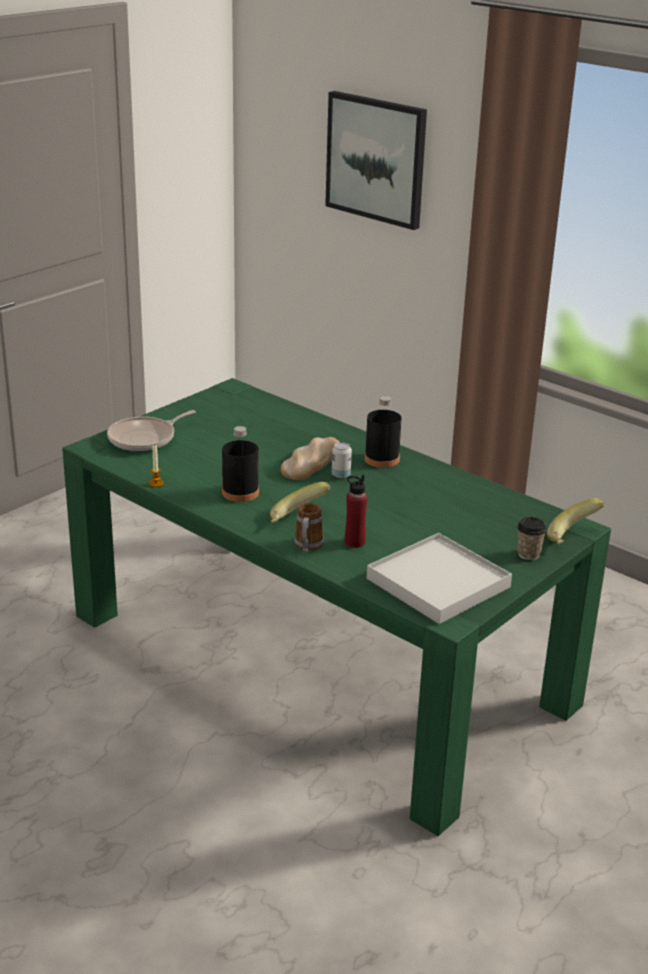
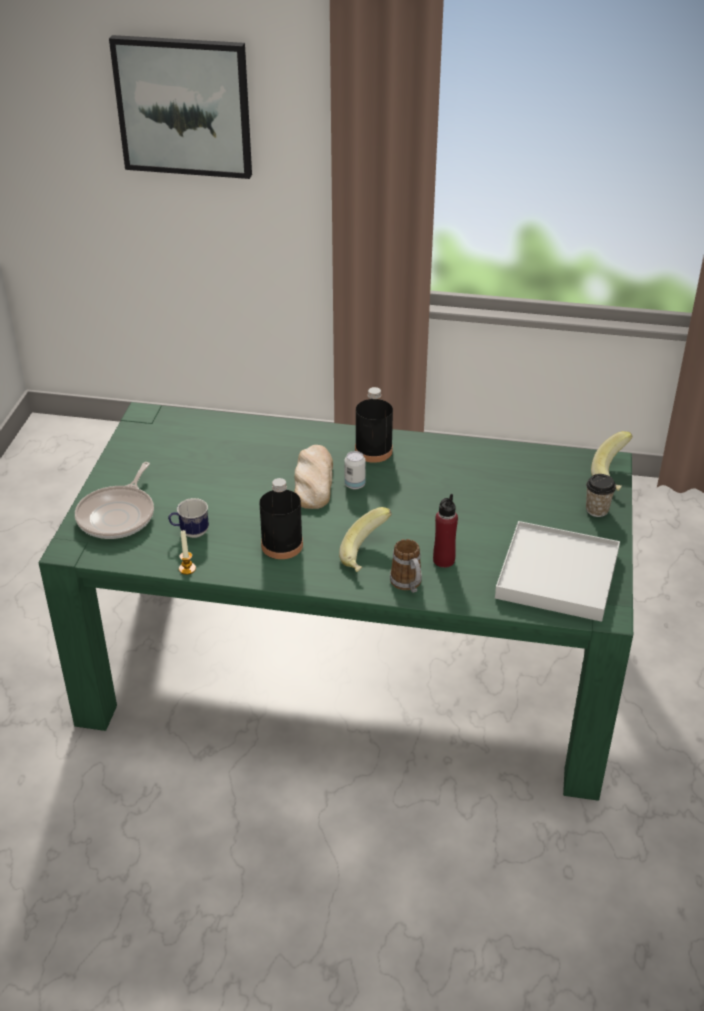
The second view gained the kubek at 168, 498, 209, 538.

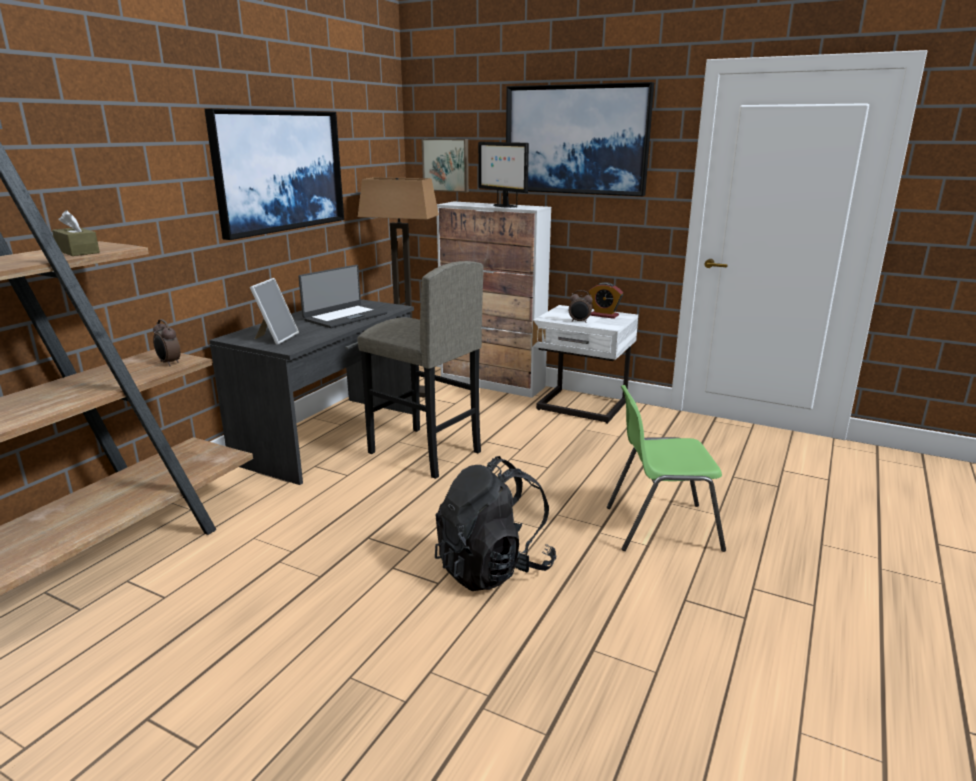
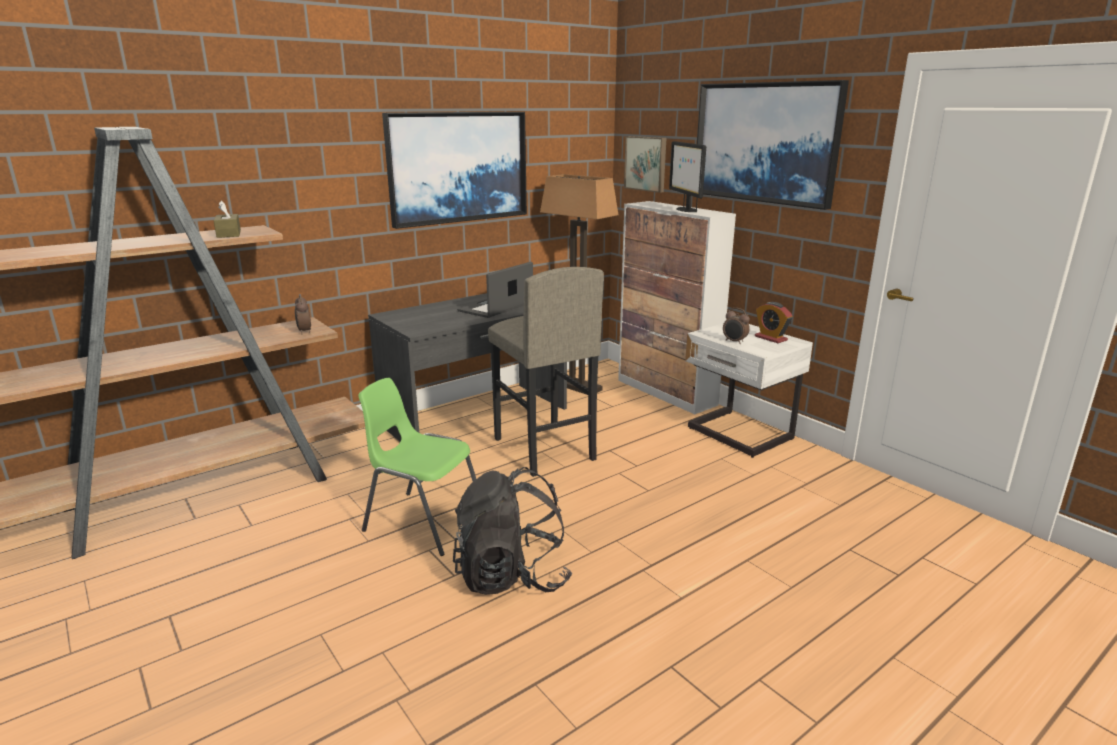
The laptop at 298, 265, 387, 328 ended up facing another way, 150 degrees clockwise from before. The second view lost the ramka na zdjęcie at 250, 278, 299, 345. The krzesło (zielony) ended up elsewhere, having gone from 607, 385, 726, 552 to 358, 377, 476, 556.

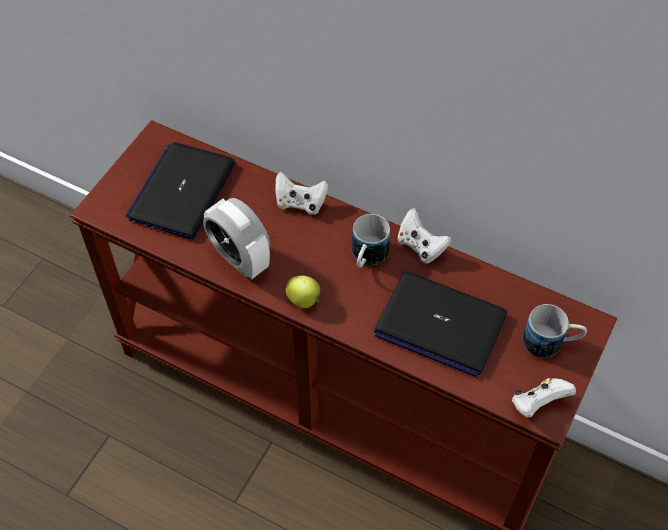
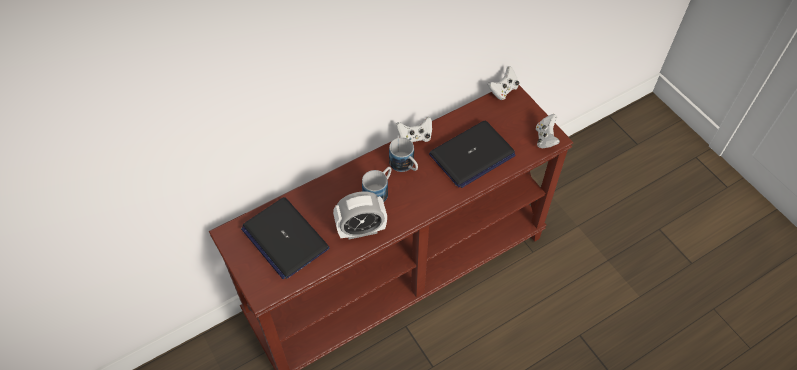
The pad do gier (biały) ended up elsewhere, having gone from 275, 172, 328, 215 to 488, 66, 519, 100. The second view lost the jabłko at 285, 275, 320, 308. The kubek ended up elsewhere, having gone from 523, 304, 587, 358 to 362, 167, 391, 202.

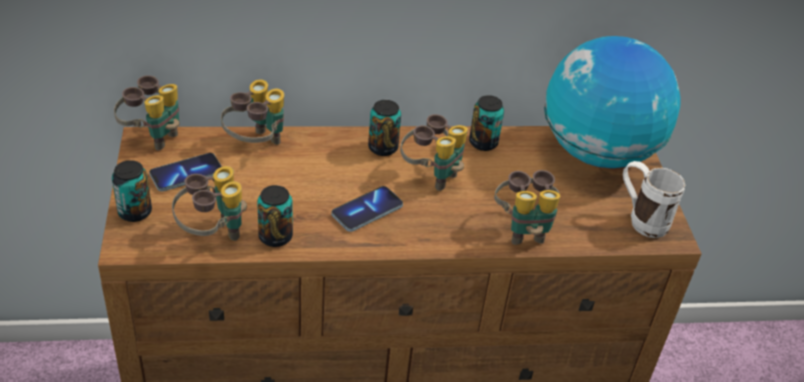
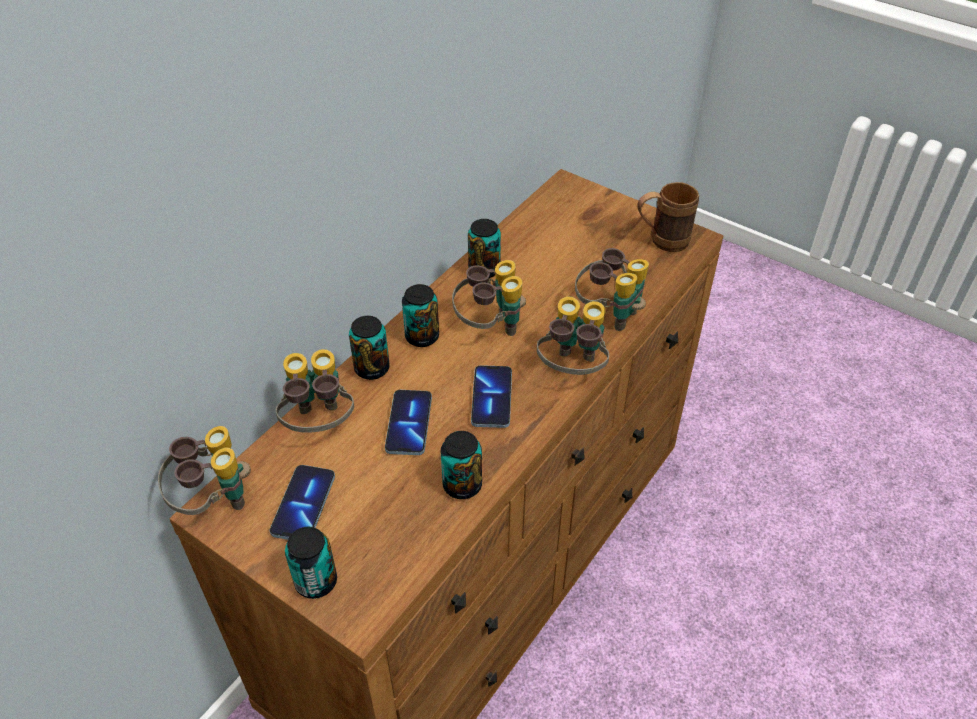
The second view lost the globus at 544, 36, 681, 168. What was the kubek (biały) at 623, 161, 685, 238 turned into the kubek (brązowy) at 637, 182, 699, 252. The lornetka ended up elsewhere, having gone from 172, 166, 247, 241 to 537, 296, 609, 375. The second view gained the puszka at 349, 316, 390, 380. The second view gained the telefon at 385, 390, 432, 455.

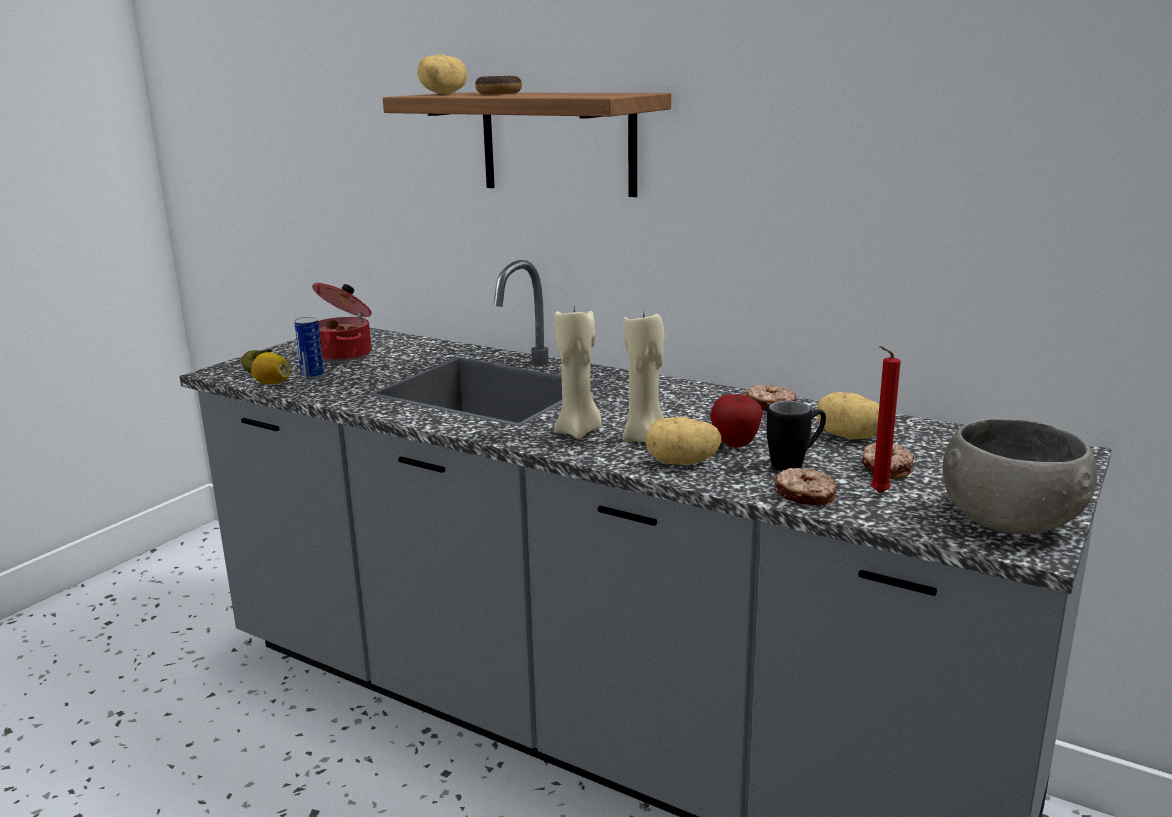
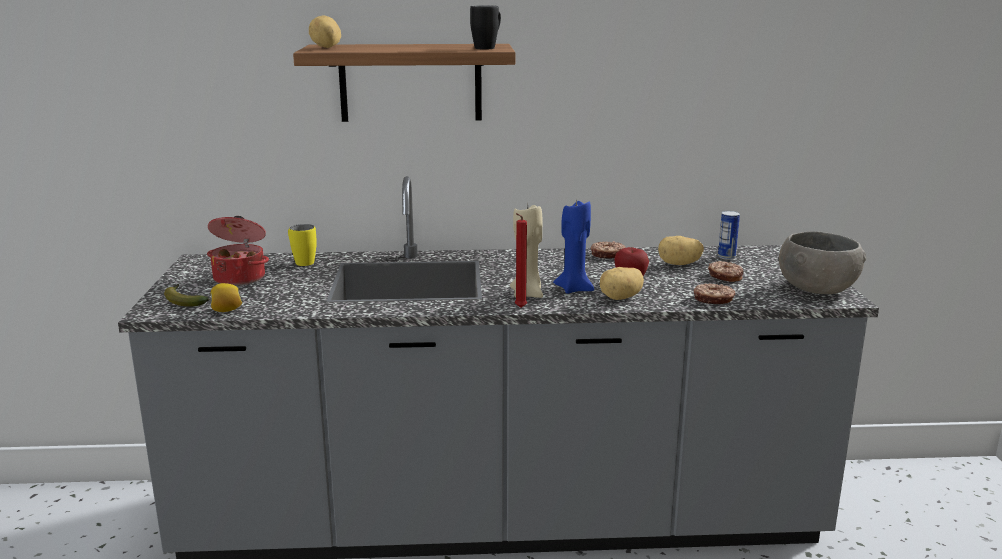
The second view lost the donut at 475, 76, 522, 94. What was the świeca (beżowy) at 622, 310, 664, 443 turned into the świeca (niebieski) at 553, 198, 594, 294. The puszka ended up elsewhere, having gone from 294, 317, 324, 380 to 718, 211, 740, 260. The świeca (czerwony) ended up elsewhere, having gone from 871, 346, 901, 493 to 515, 213, 527, 308. The kubek (czarny) ended up elsewhere, having gone from 766, 401, 826, 471 to 470, 5, 501, 49. The second view gained the kubek (żółty) at 288, 224, 317, 266.

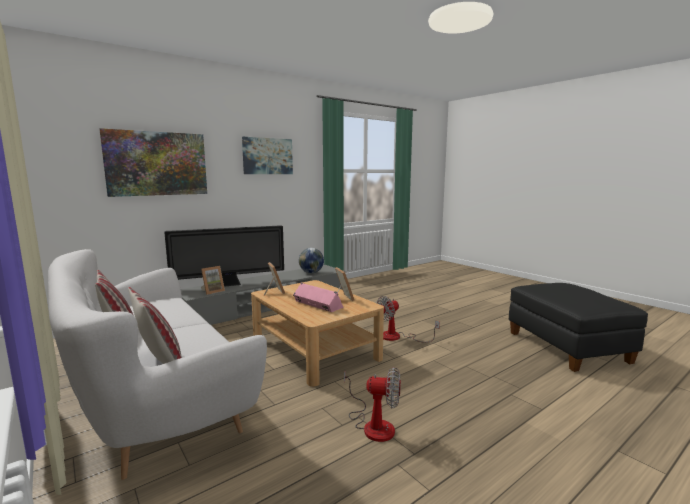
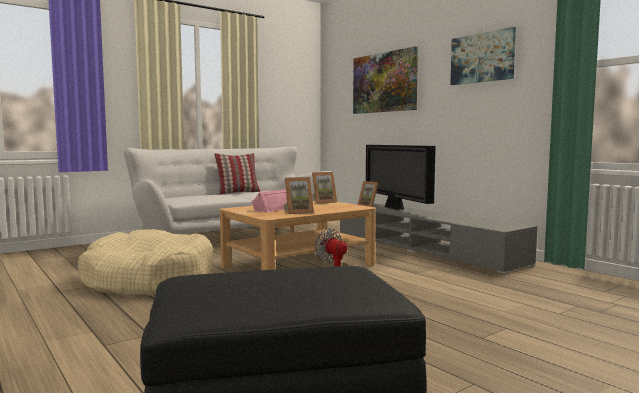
The second view lost the globus at 299, 248, 324, 273. The second view lost the poduszka at 128, 287, 182, 364. Where the wentylator stood at 344, 367, 401, 442, the legowisko (beżowy) came to stand at 78, 229, 213, 296.

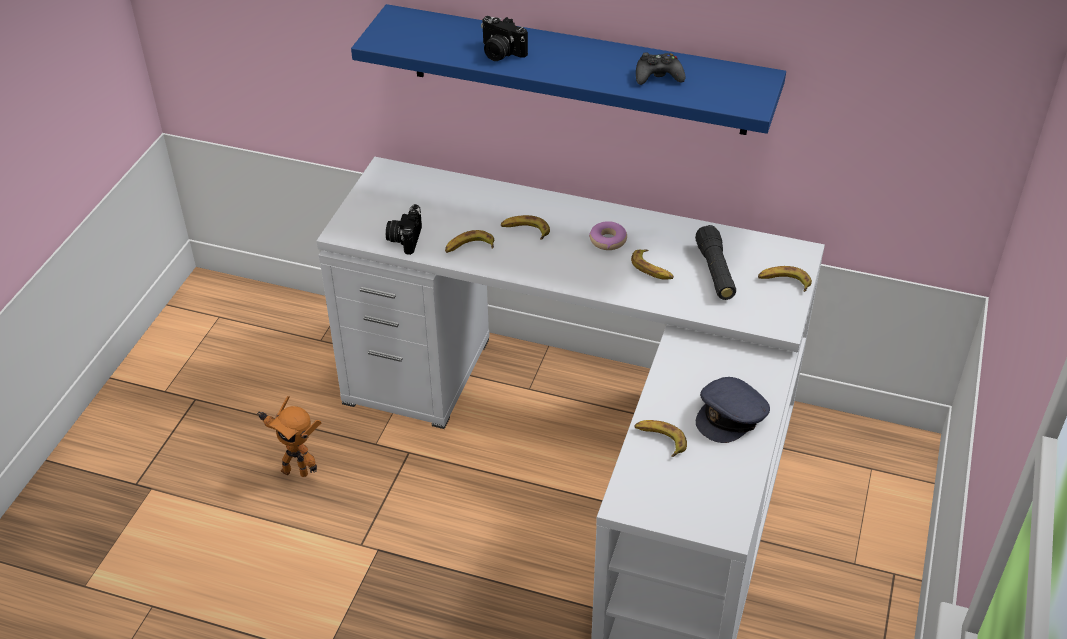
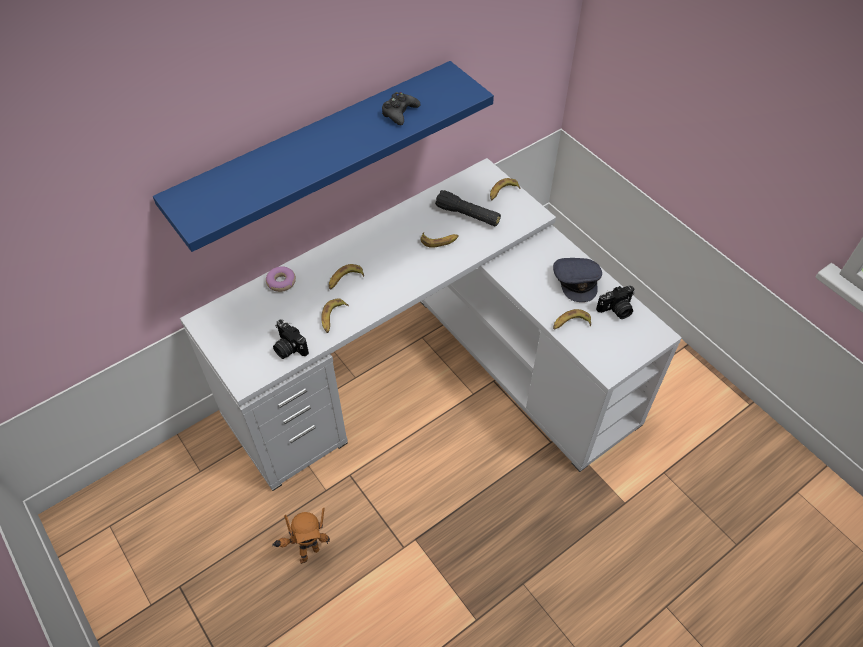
The aparat fotograficzny ended up elsewhere, having gone from 481, 16, 528, 61 to 596, 286, 635, 319. The donut ended up elsewhere, having gone from 589, 221, 627, 250 to 266, 267, 296, 292.

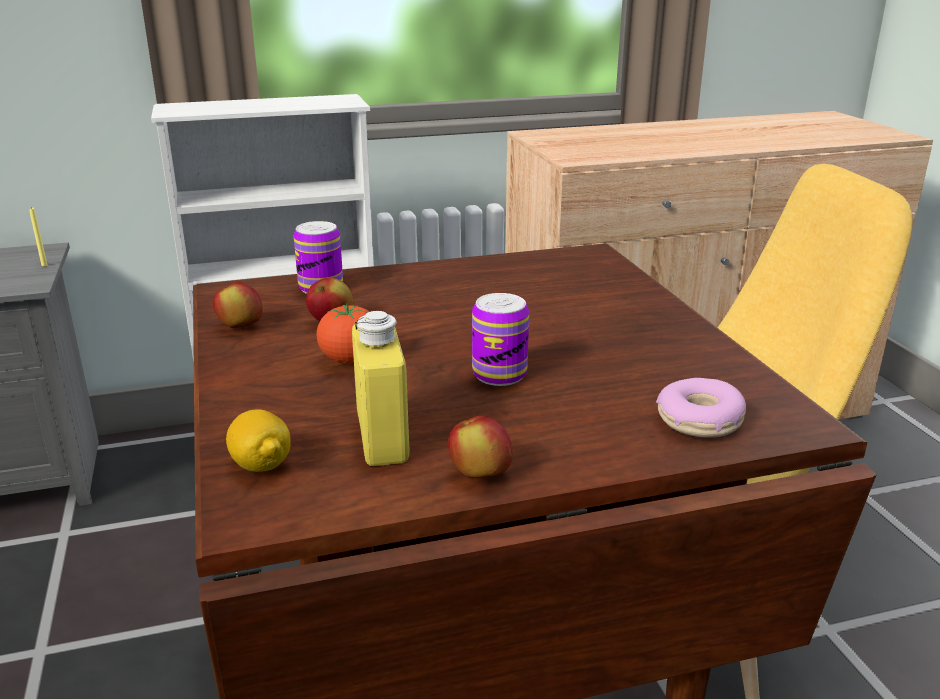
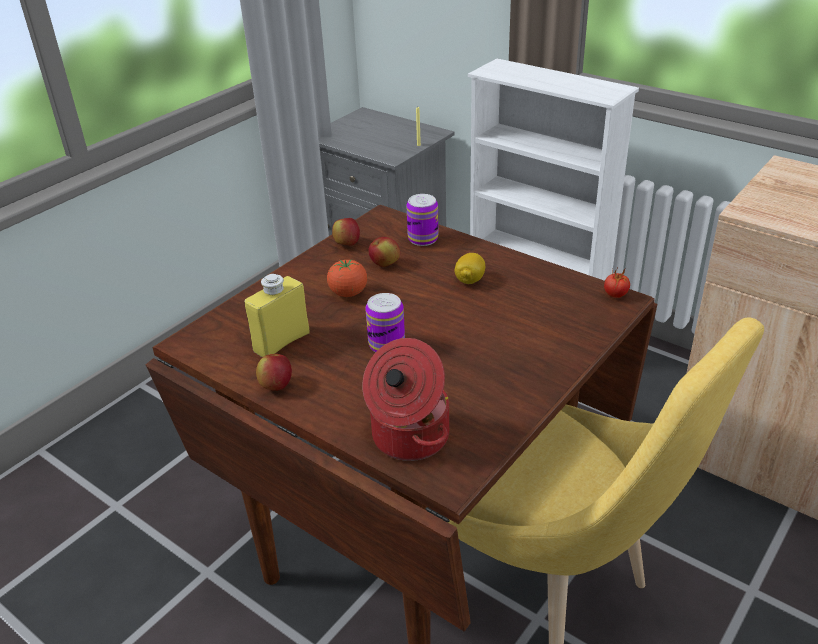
Where the donut stood at 656, 378, 746, 438, the garnek came to stand at 362, 338, 449, 461. The cytryna ended up elsewhere, having gone from 226, 409, 291, 472 to 455, 253, 485, 284. The second view gained the pomidor at 604, 267, 630, 298.

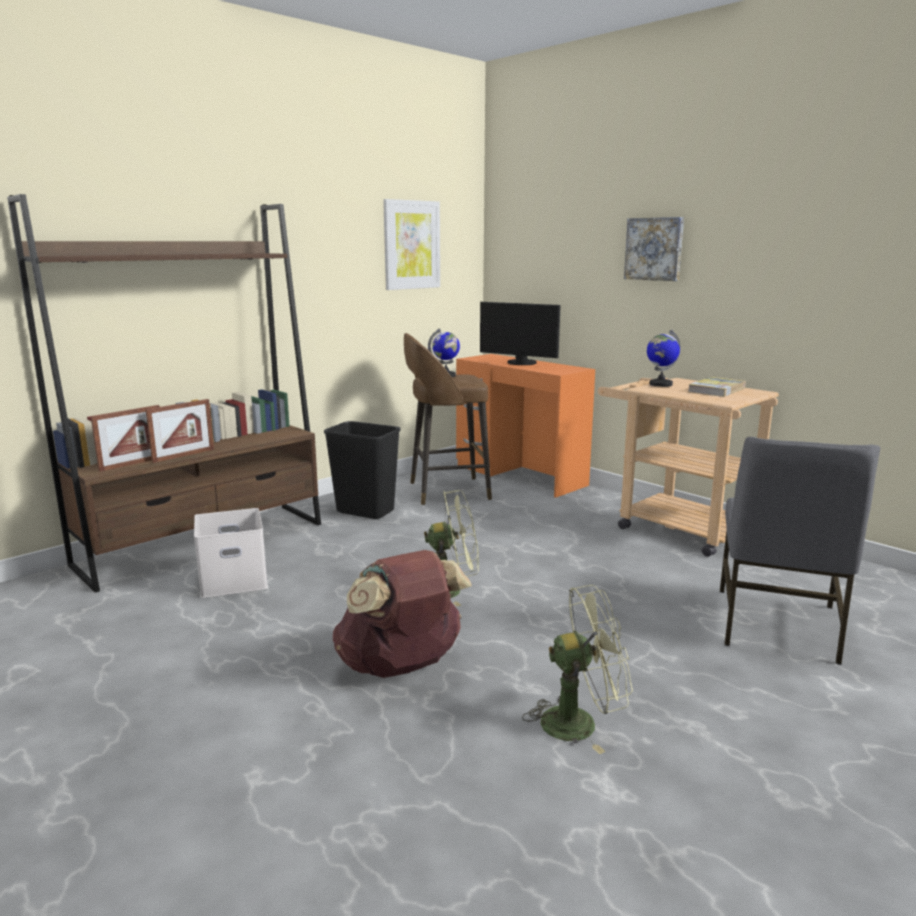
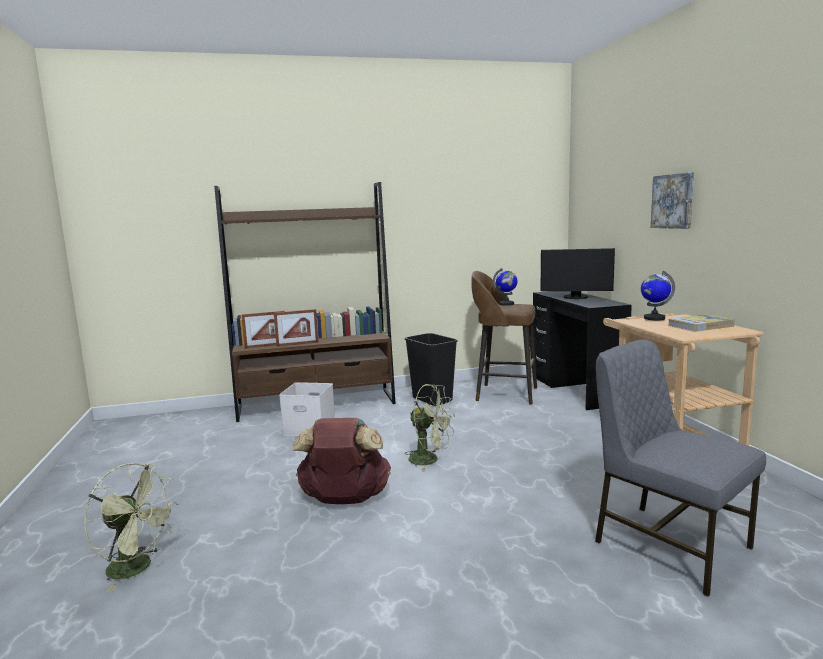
The second view lost the obraz at 383, 199, 440, 290. The monitor at 480, 302, 561, 365 ended up facing another way, 45 degrees counterclockwise from before. What was the biurko (pomarańczowy) at 456, 354, 595, 498 turned into the biurko (czarny) at 533, 291, 632, 410. The krzesło (szary) at 720, 437, 880, 665 ended up facing another way, 90 degrees clockwise from before. The wentylator (zielony) ended up elsewhere, having gone from 522, 585, 633, 754 to 84, 463, 178, 592.

